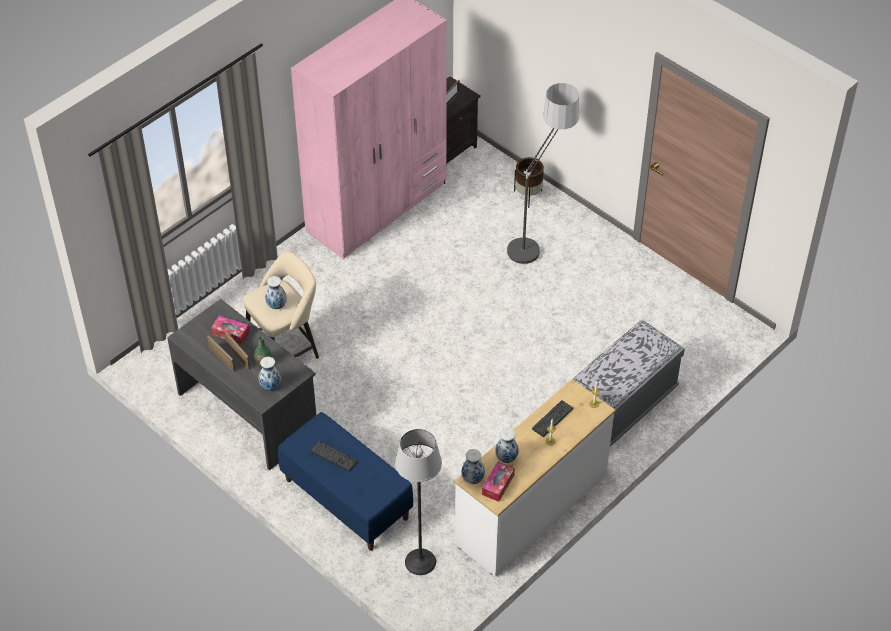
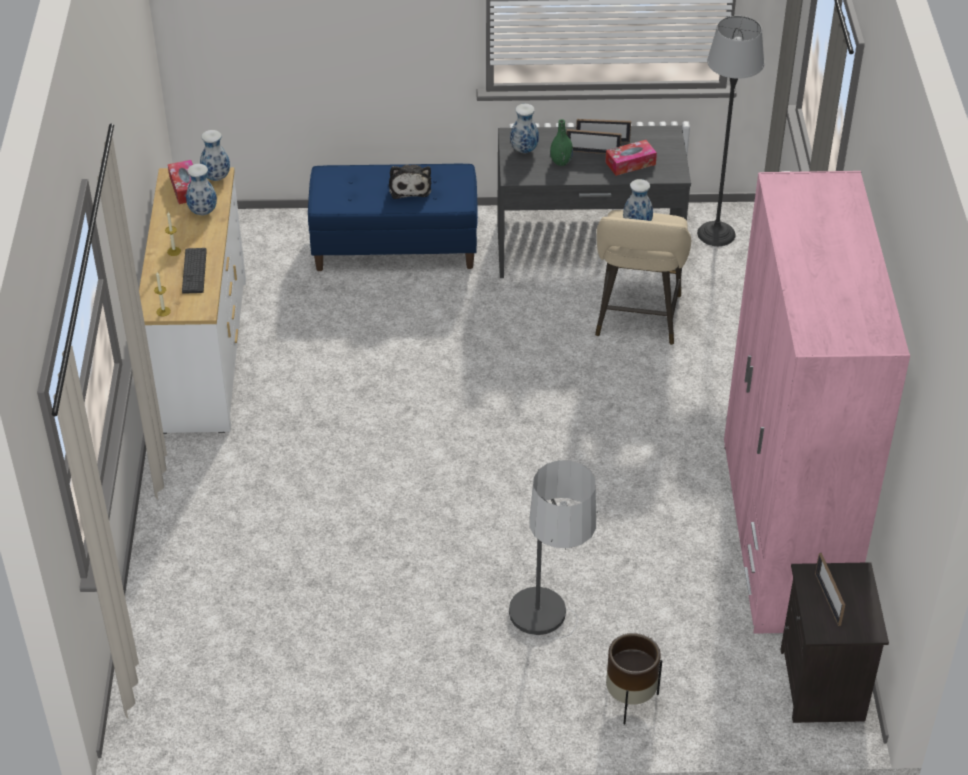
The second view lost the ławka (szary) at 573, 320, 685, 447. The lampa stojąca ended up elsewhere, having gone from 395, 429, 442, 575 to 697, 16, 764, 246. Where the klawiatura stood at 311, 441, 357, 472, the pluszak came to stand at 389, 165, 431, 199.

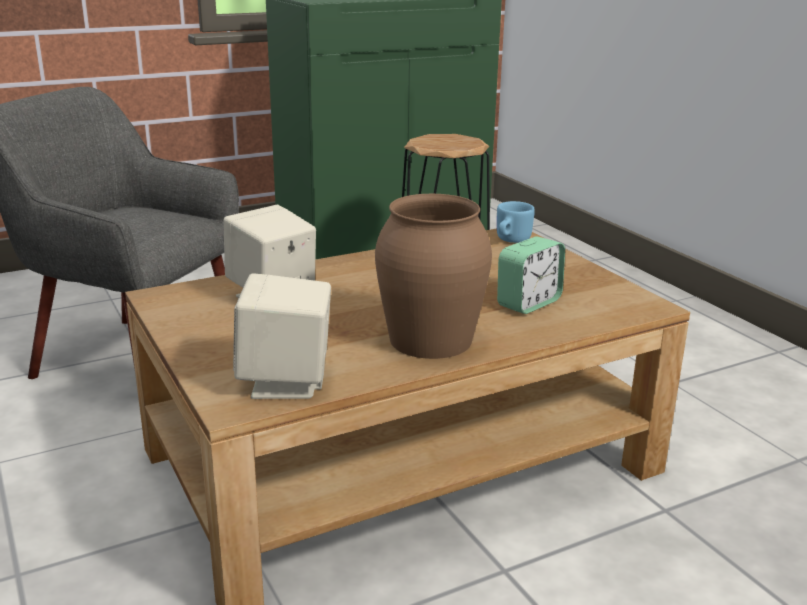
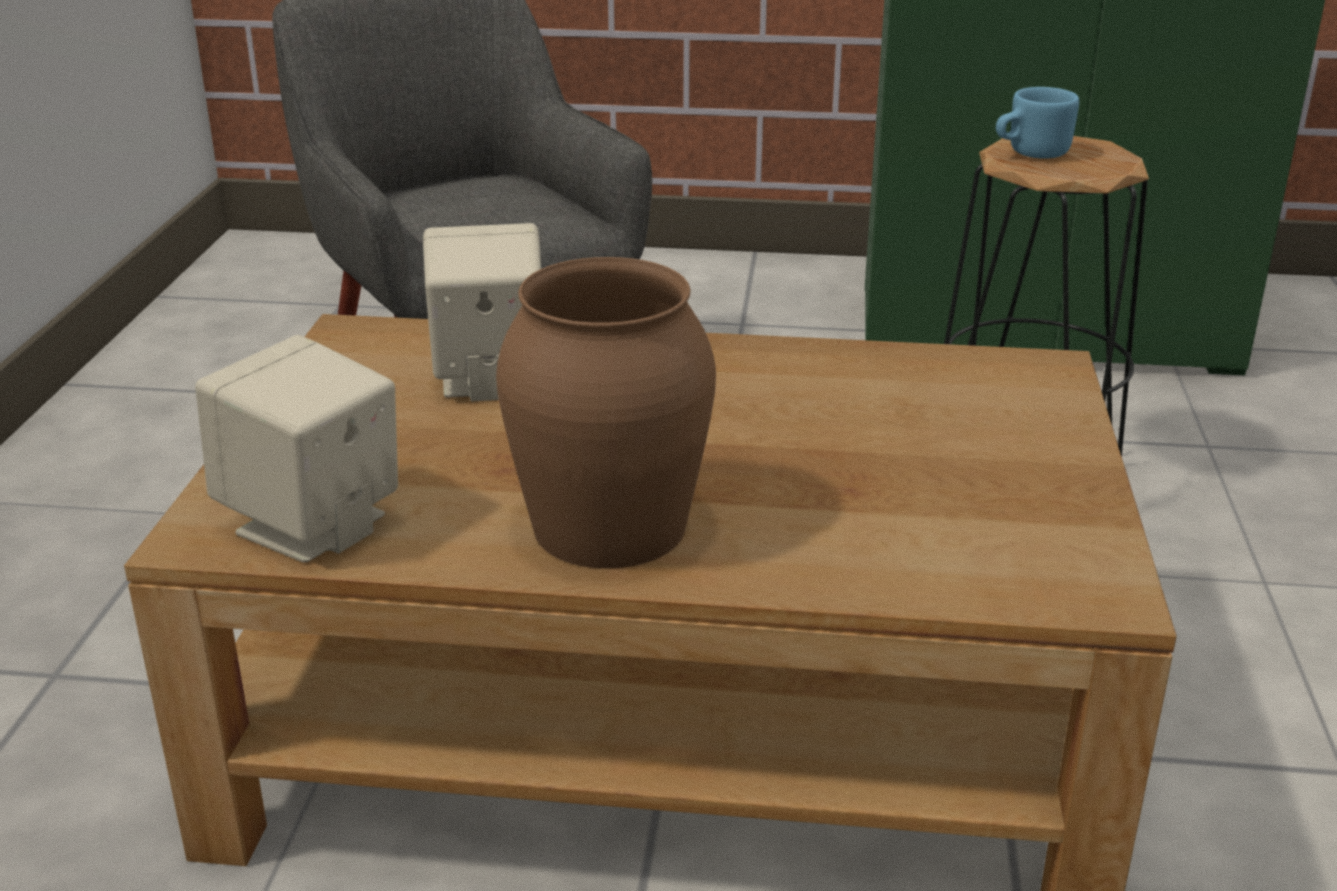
The kubek (niebieski) ended up elsewhere, having gone from 497, 201, 535, 243 to 996, 87, 1079, 159. The second view lost the budzik at 497, 236, 565, 314.

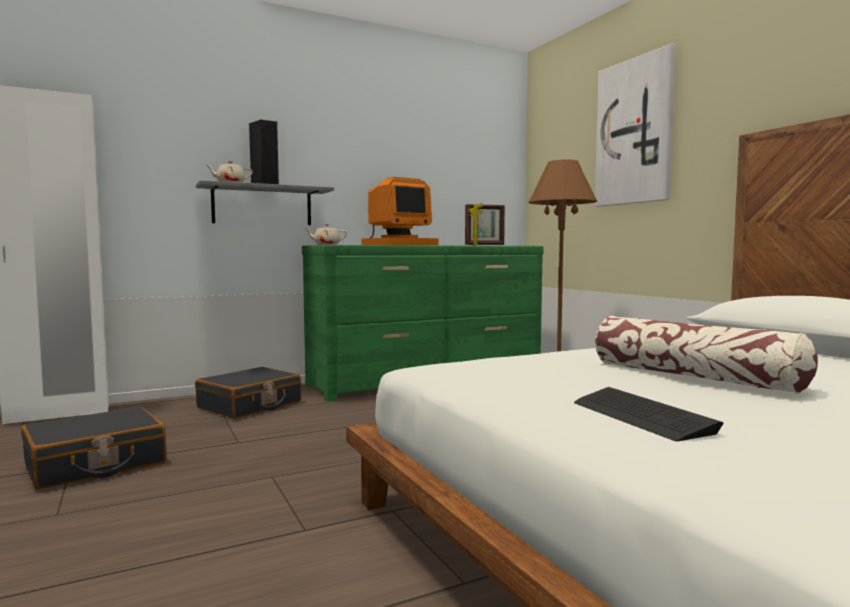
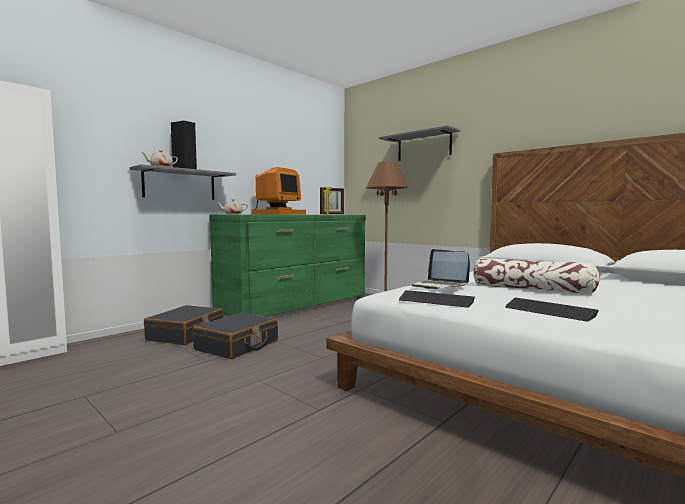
Where the obraz hung at 595, 44, 676, 207, the półka (szary) came to hang at 379, 125, 460, 161. The walizka (czarny) ended up elsewhere, having gone from 21, 407, 167, 490 to 193, 313, 278, 359. The second view gained the laptop at 412, 249, 470, 289. The second view gained the klawiatura at 399, 290, 475, 308.

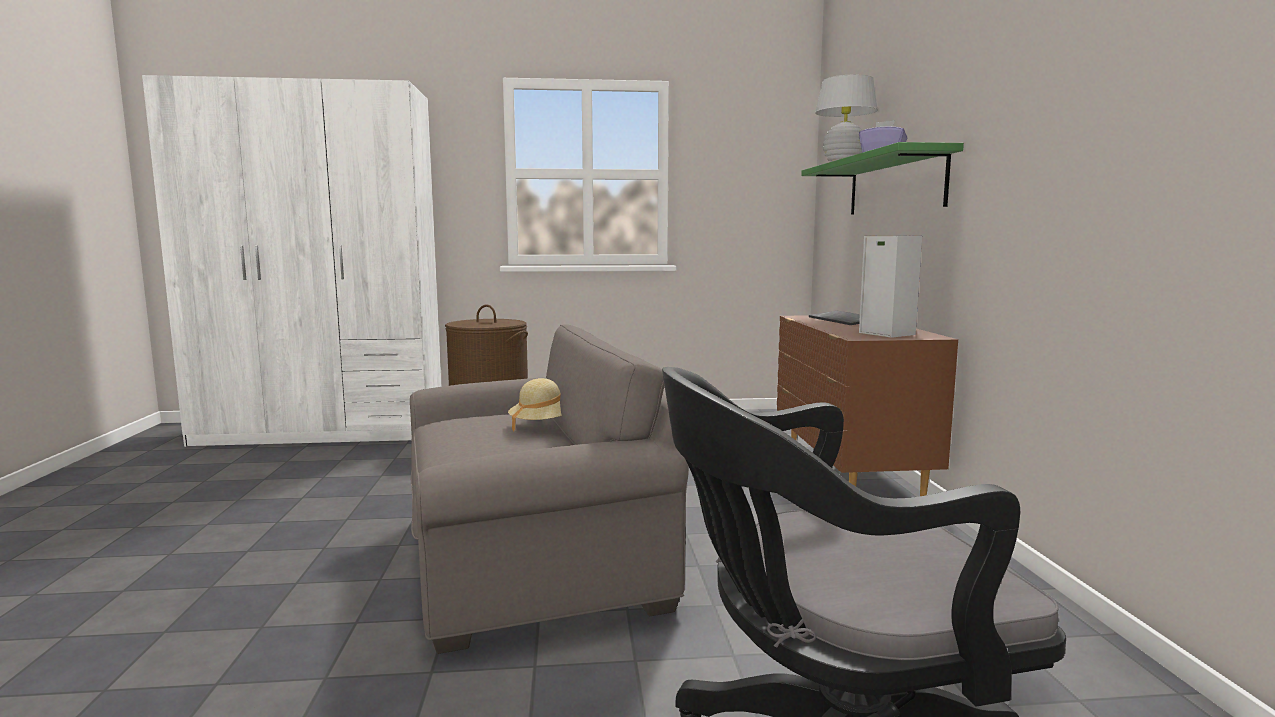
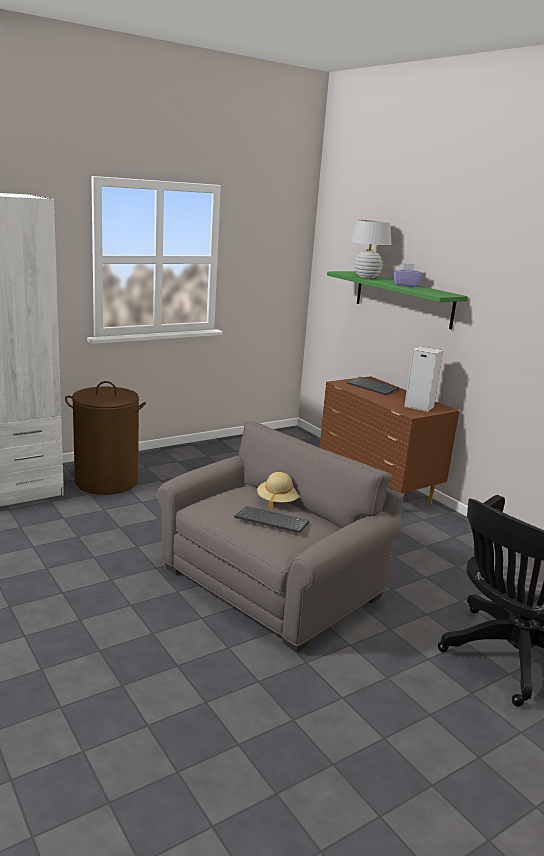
The second view gained the klawiatura at 234, 506, 309, 533.

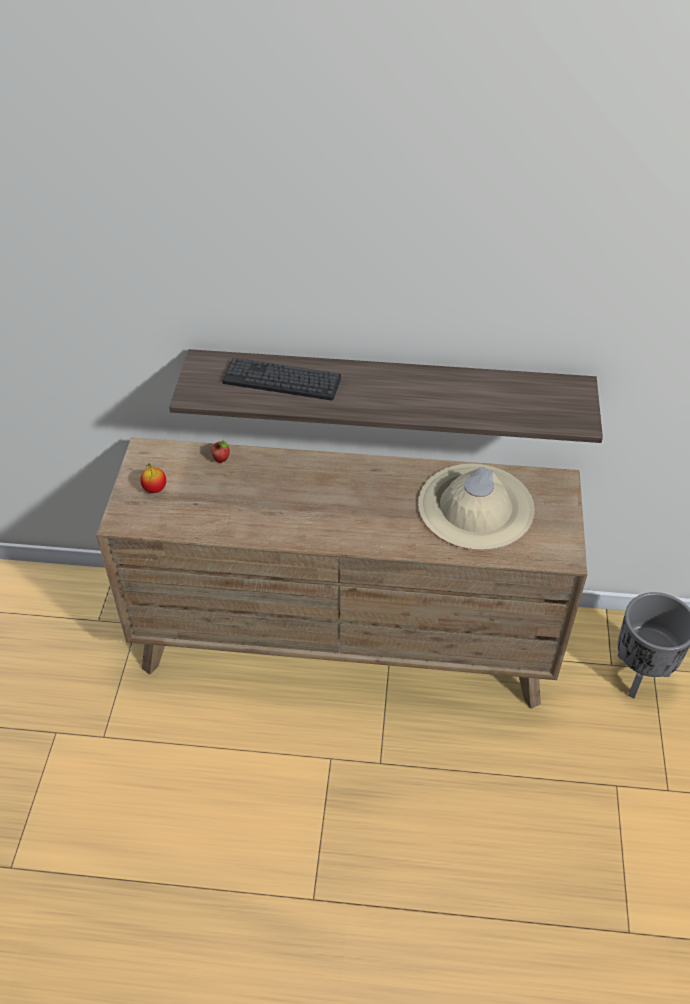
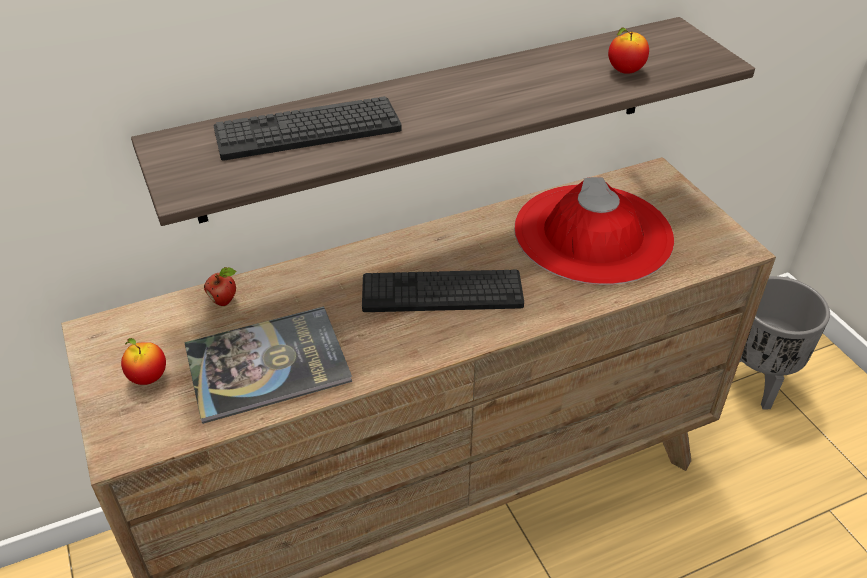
What was the kapelusz (beżowy) at 418, 464, 535, 550 turned into the kapelusz (czerwony) at 514, 177, 674, 285. The second view gained the jabłko at 608, 27, 649, 74. The second view gained the klawiatura at 362, 270, 524, 312. The second view gained the książka at 184, 306, 352, 424.

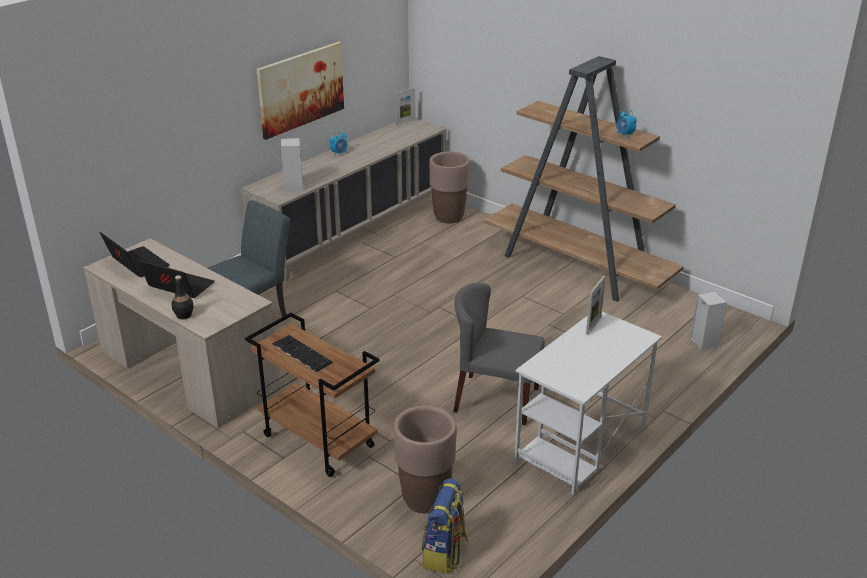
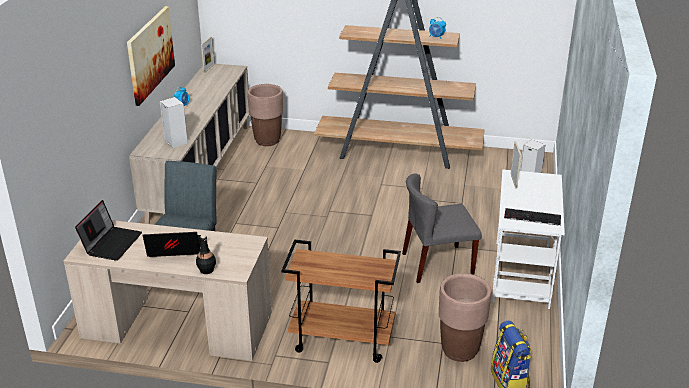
The laptop at 100, 232, 170, 277 ended up facing another way, 90 degrees clockwise from before. The klawiatura ended up elsewhere, having gone from 272, 335, 333, 372 to 504, 208, 561, 226.

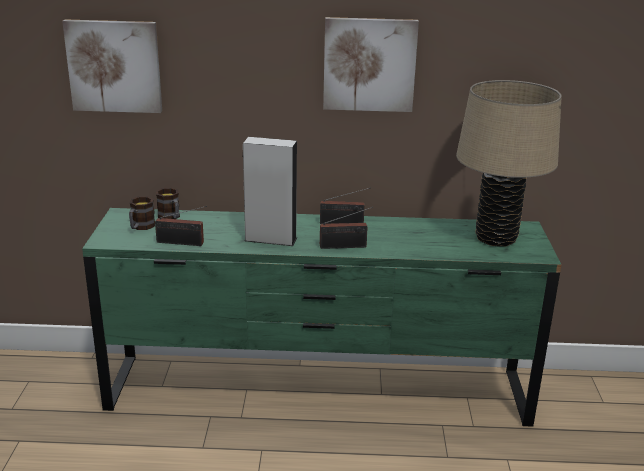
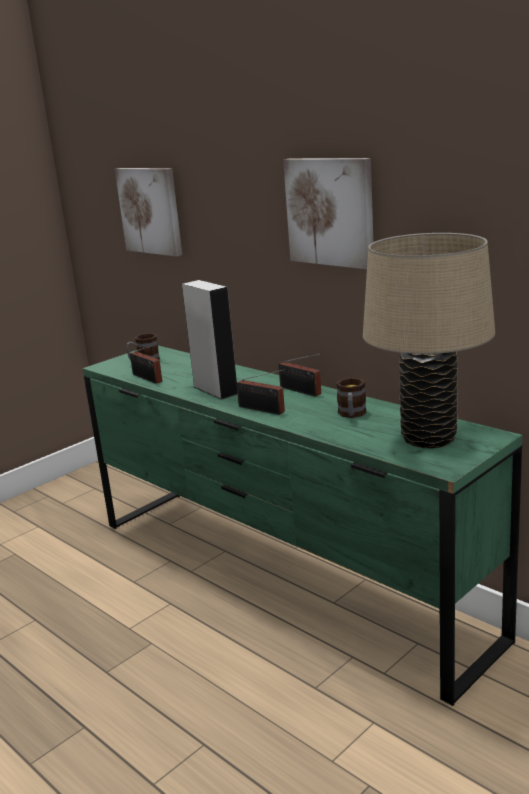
The kubek ended up elsewhere, having gone from 156, 188, 180, 219 to 336, 378, 366, 418.

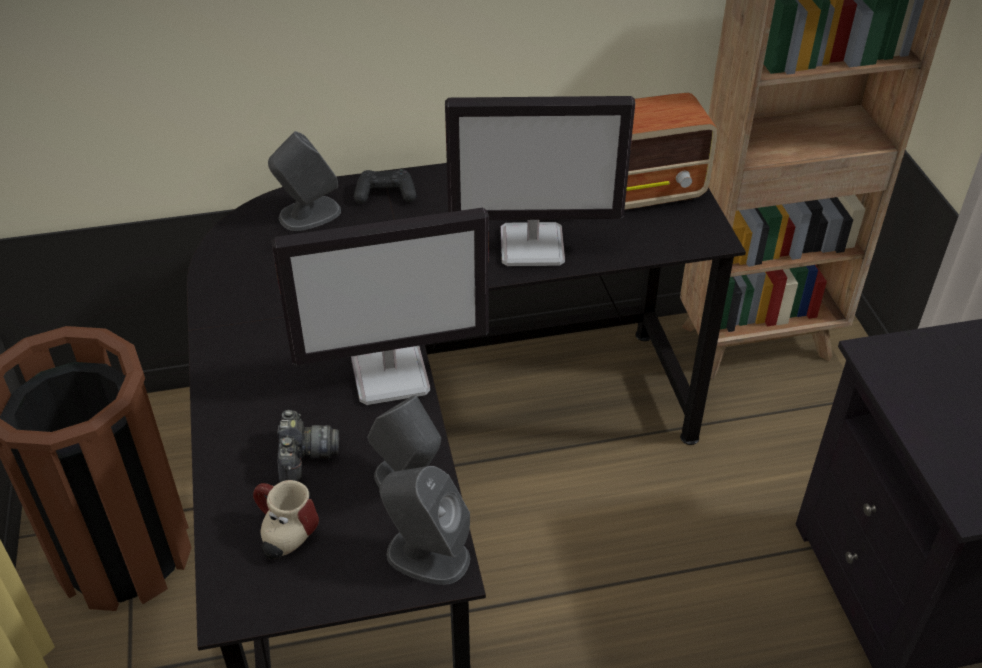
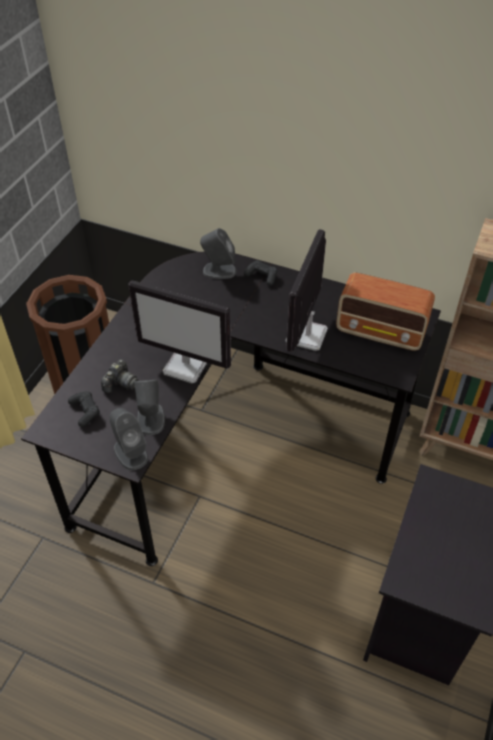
The monitor at 445, 96, 635, 266 ended up facing another way, 75 degrees clockwise from before. Where the kubek stood at 253, 480, 319, 559, the pad do gier (czarny) came to stand at 68, 391, 100, 427.

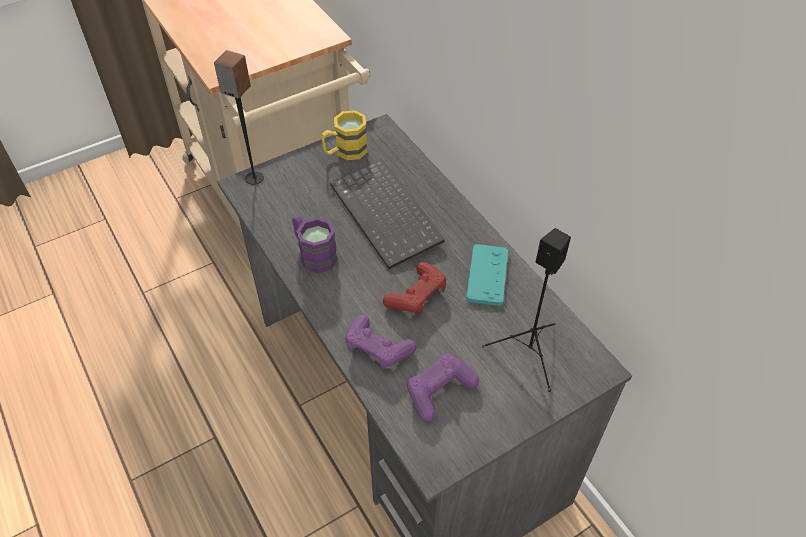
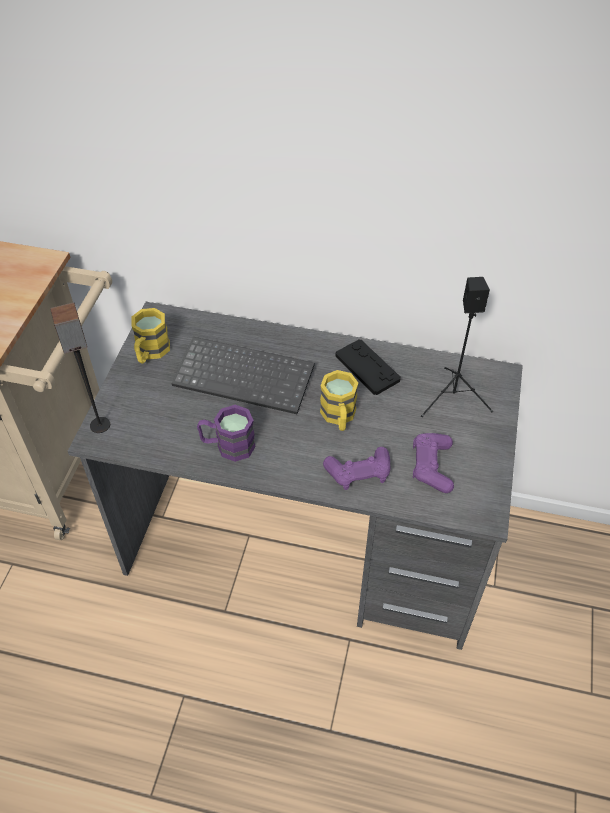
What was the pad do gier (turkusowy) at 466, 244, 508, 306 turned into the pad do gier (czarny) at 335, 340, 401, 395. Where the pad do gier (czerwony) stood at 383, 262, 446, 315, the kubek (żółty) came to stand at 320, 370, 358, 431.

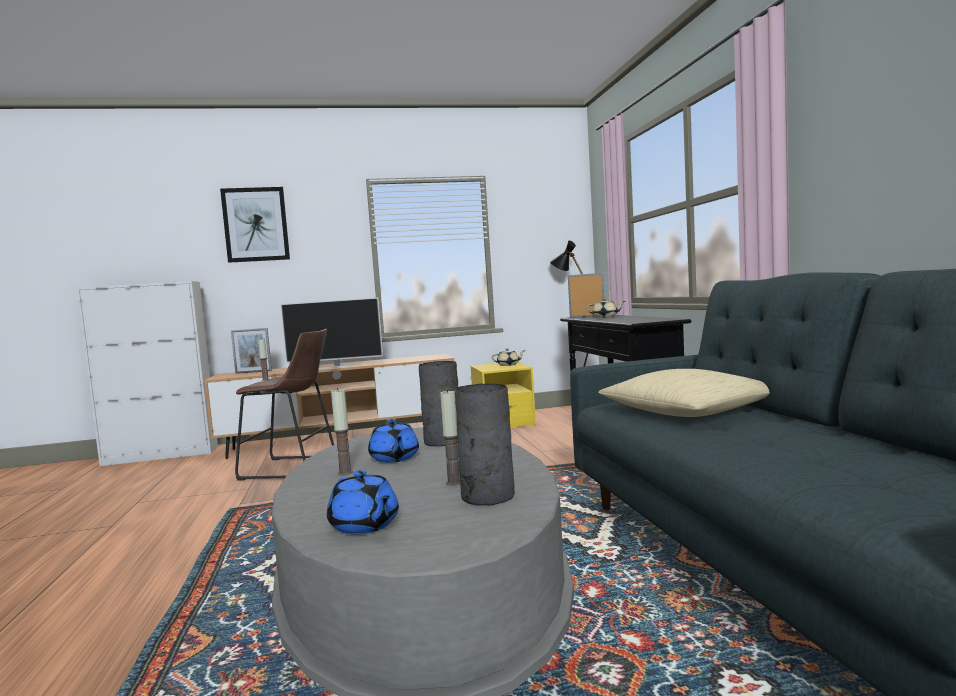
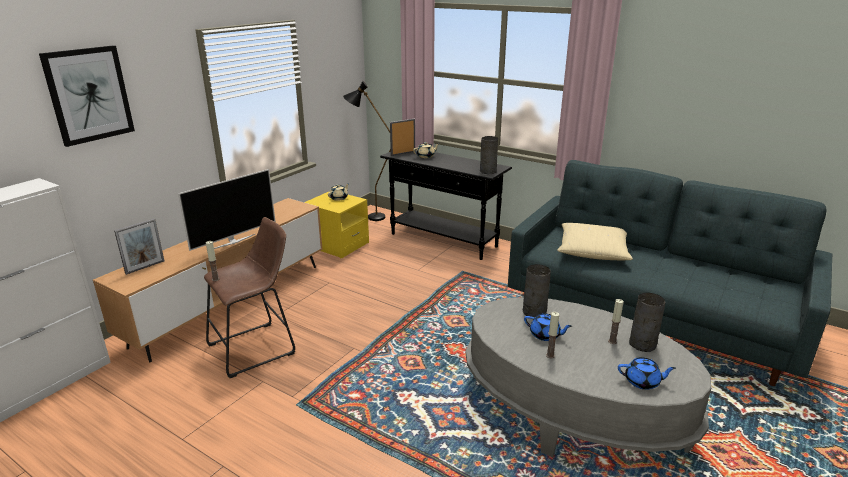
The second view gained the wazon (szary) at 480, 136, 498, 174.

